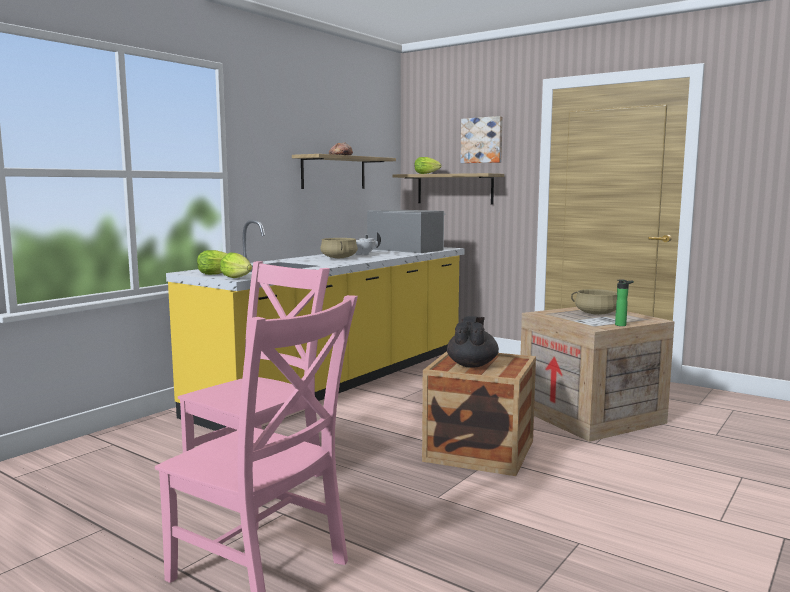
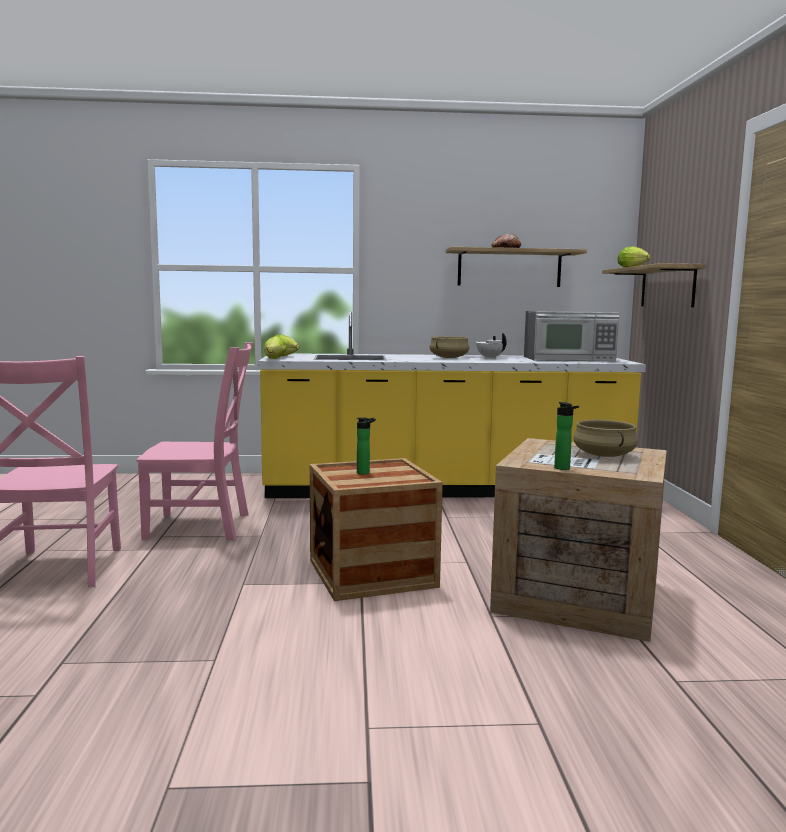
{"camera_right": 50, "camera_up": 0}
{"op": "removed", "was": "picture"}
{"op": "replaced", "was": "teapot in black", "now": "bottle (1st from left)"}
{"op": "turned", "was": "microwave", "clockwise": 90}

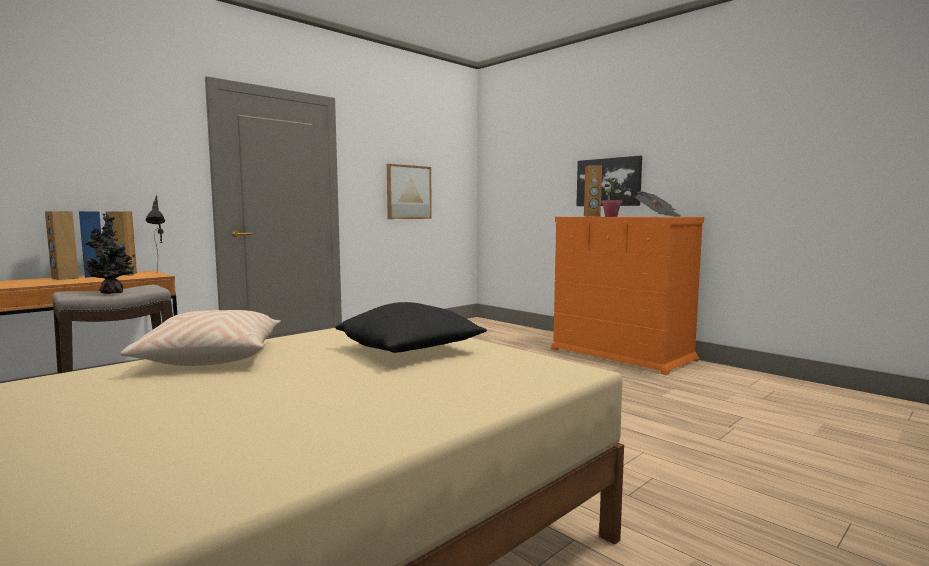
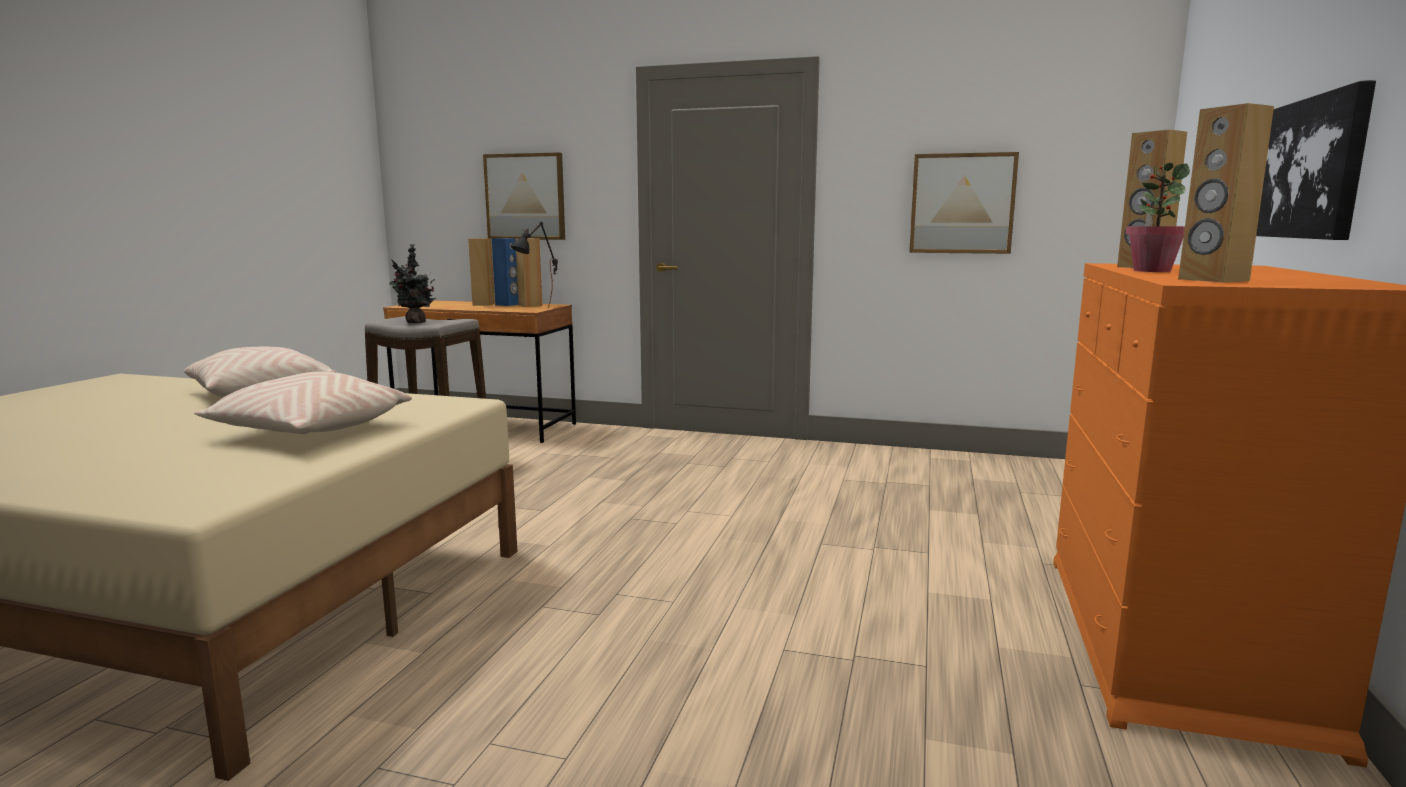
{"camera_right": 60, "camera_up": 5}
{"op": "added", "now": "picture (1st from left)"}
{"op": "replaced", "was": "newspaper", "now": "speaker in brown (4th from left)"}
{"op": "recoloured", "was": "pillow in black", "now": "pillow in beige (2nd from left)"}

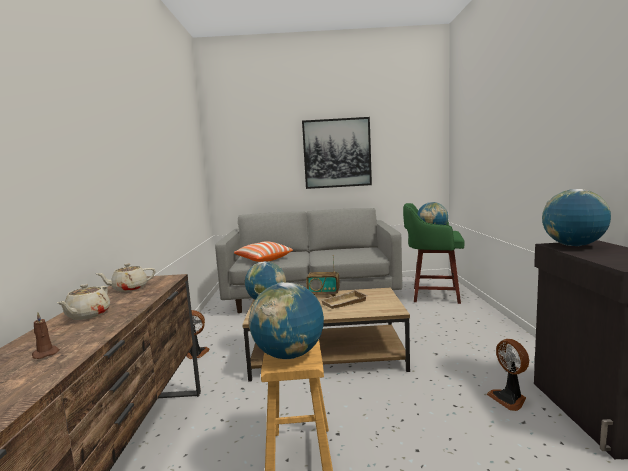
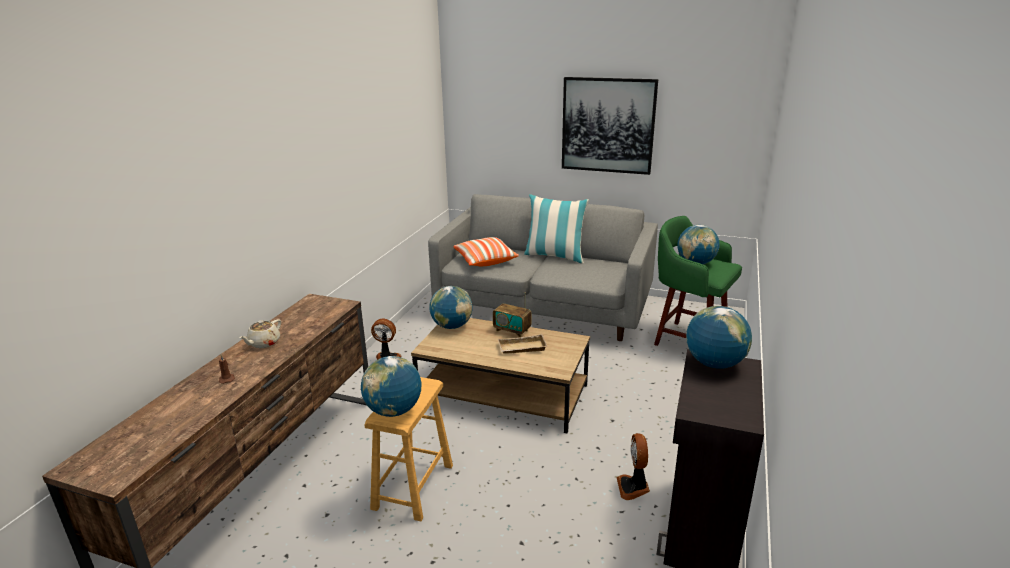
{"camera_right": 20, "camera_up": 15}
{"op": "removed", "was": "teapot in beige (2nd from left)"}
{"op": "added", "now": "pillow (2nd from left)"}

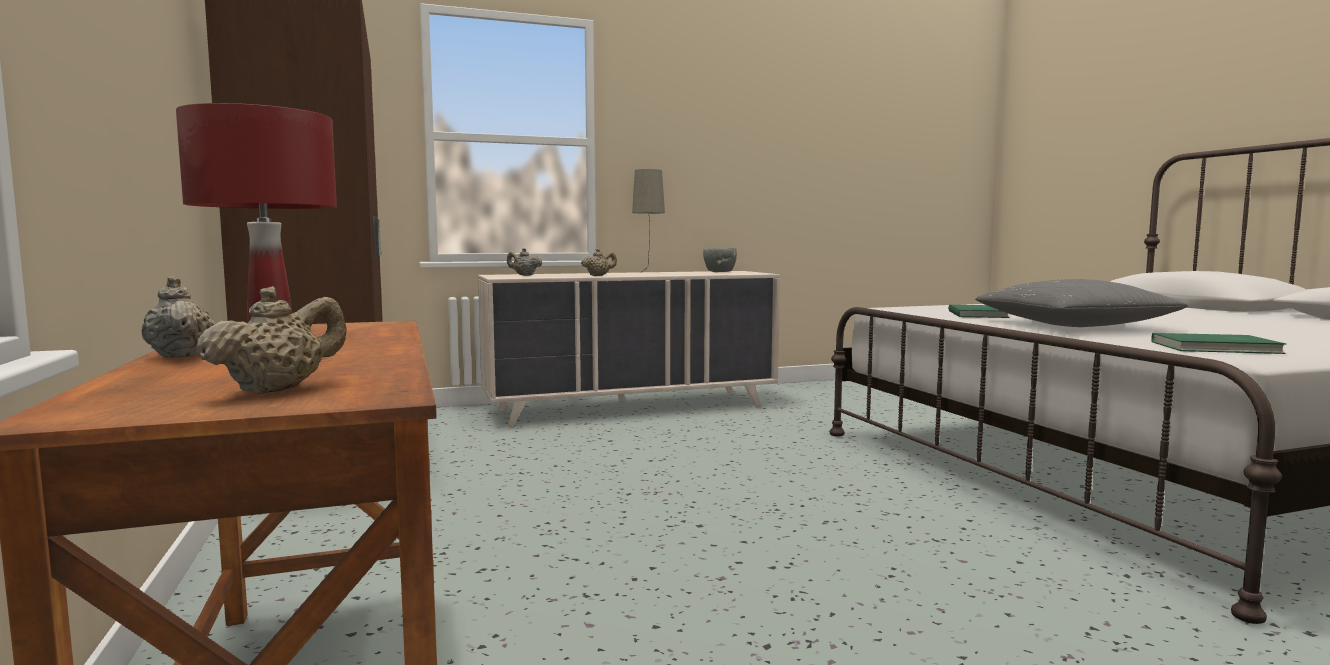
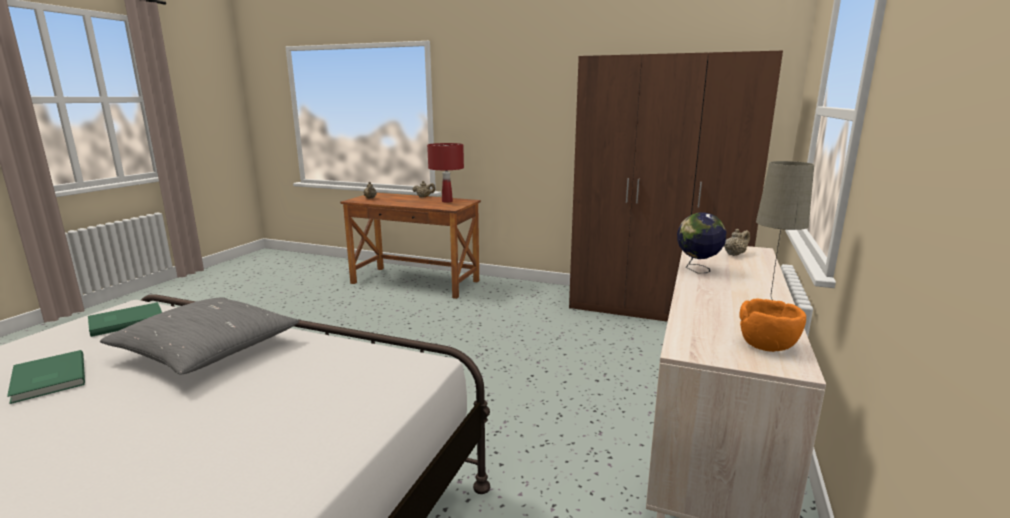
{"camera_right": 130, "camera_up": 10}
{"op": "moved", "was": "book in green (1st from left)"}
{"op": "replaced", "was": "teapot in beige (4th from left)", "now": "globe"}
{"op": "recoloured", "was": "bowl in grey", "now": "bowl in orange"}

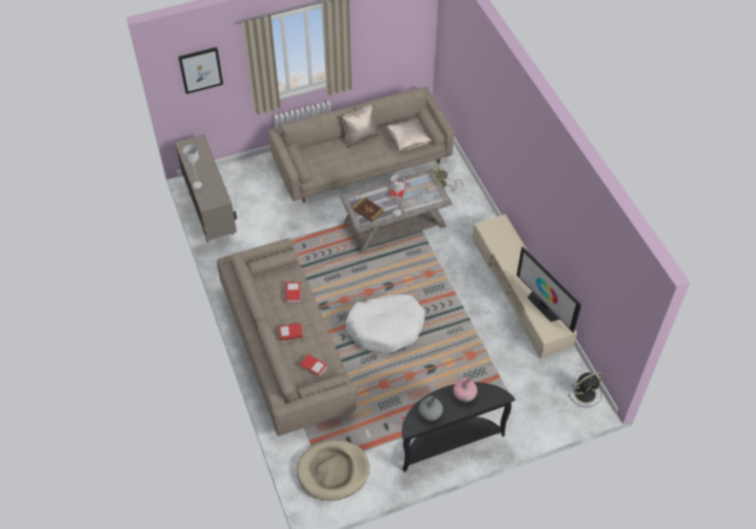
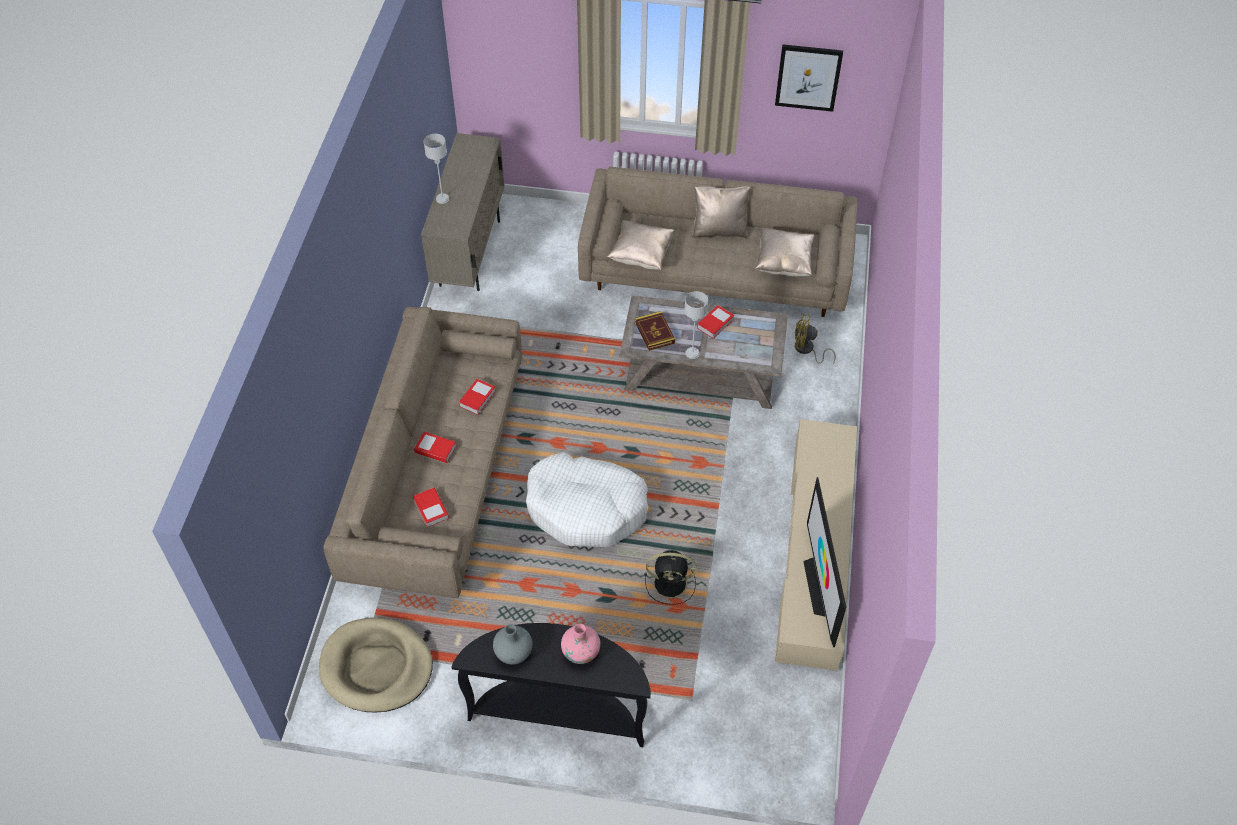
{"camera_right": 30, "camera_up": 0}
{"op": "added", "now": "pillow in beige (1st from left)"}
{"op": "moved", "was": "picture"}
{"op": "moved", "was": "fan in black"}

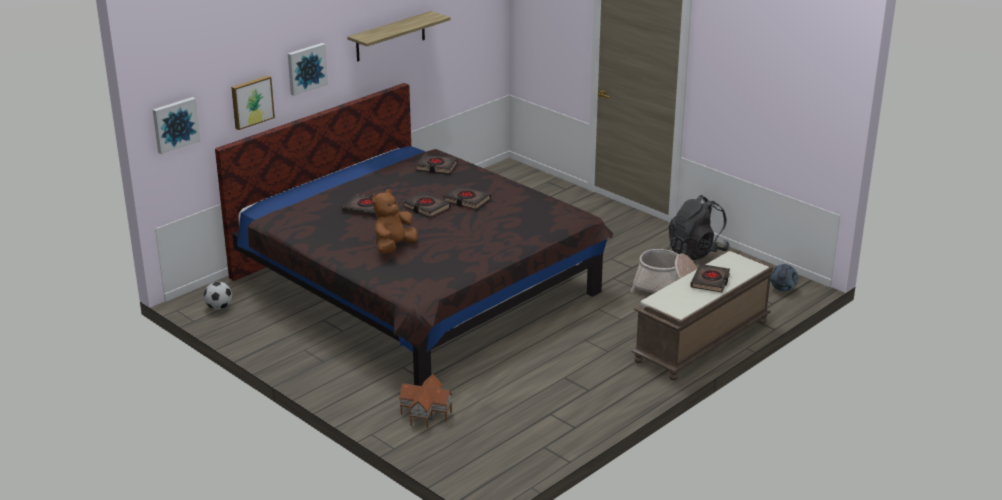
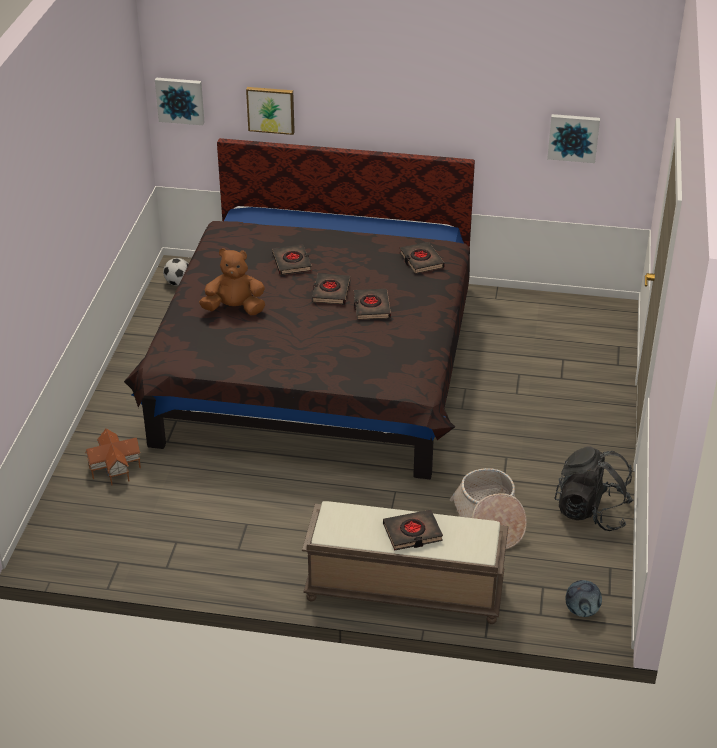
{"camera_right": 55, "camera_up": 10}
{"op": "removed", "was": "shelf"}
{"op": "moved", "was": "picture (3rd from left)"}

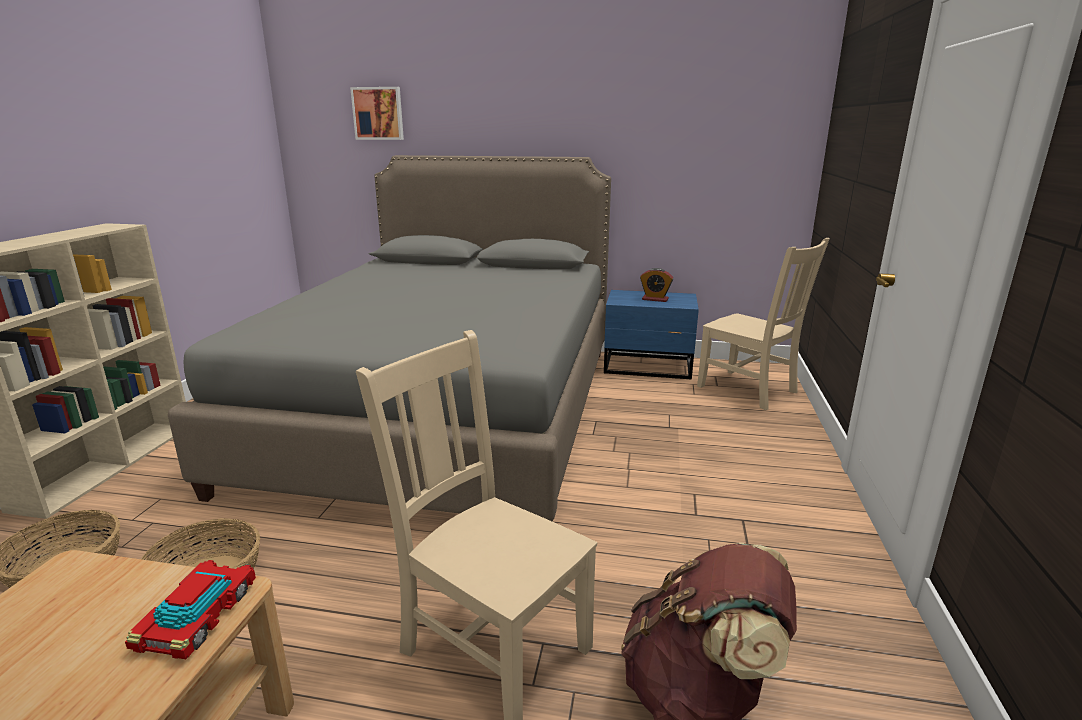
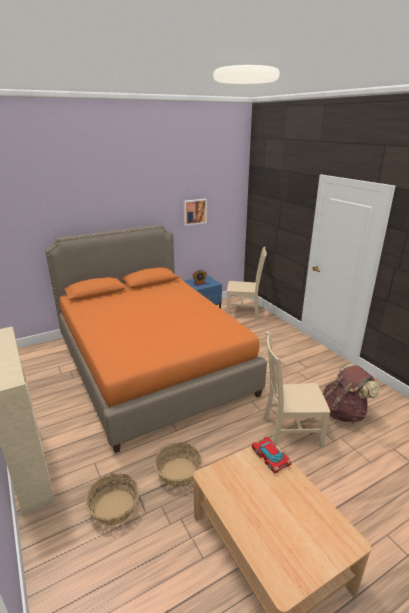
{"camera_right": -40, "camera_up": 5}
{"op": "moved", "was": "picture"}
{"op": "recoloured", "was": "bed in grey", "now": "bed in orange"}

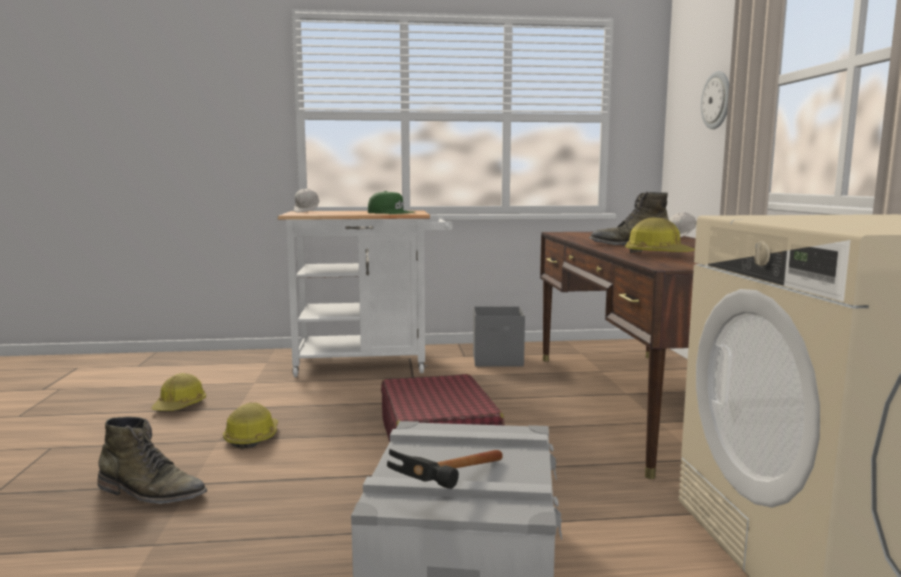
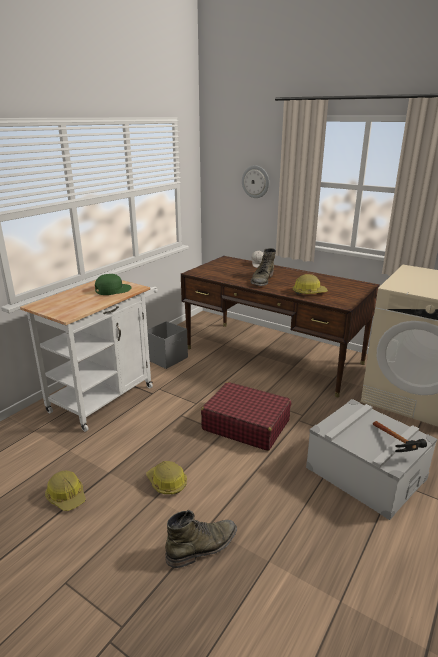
{"camera_right": -50, "camera_up": 15}
{"op": "removed", "was": "cap in white (1st from left)"}

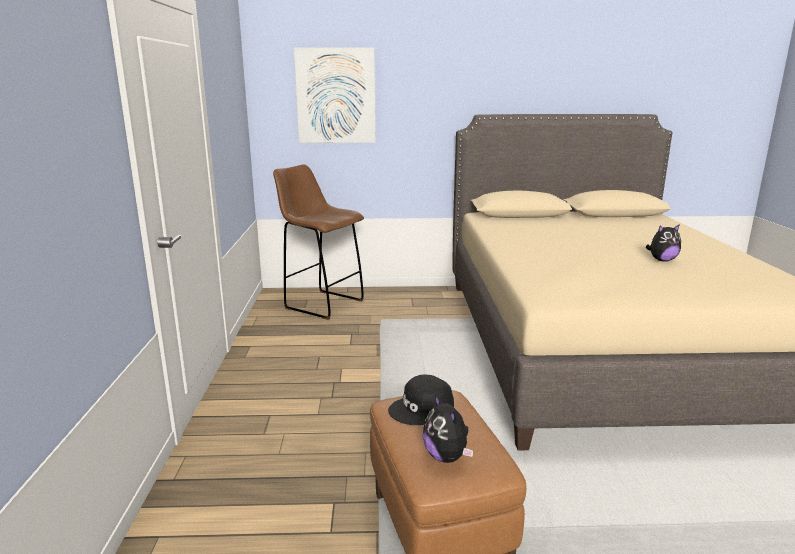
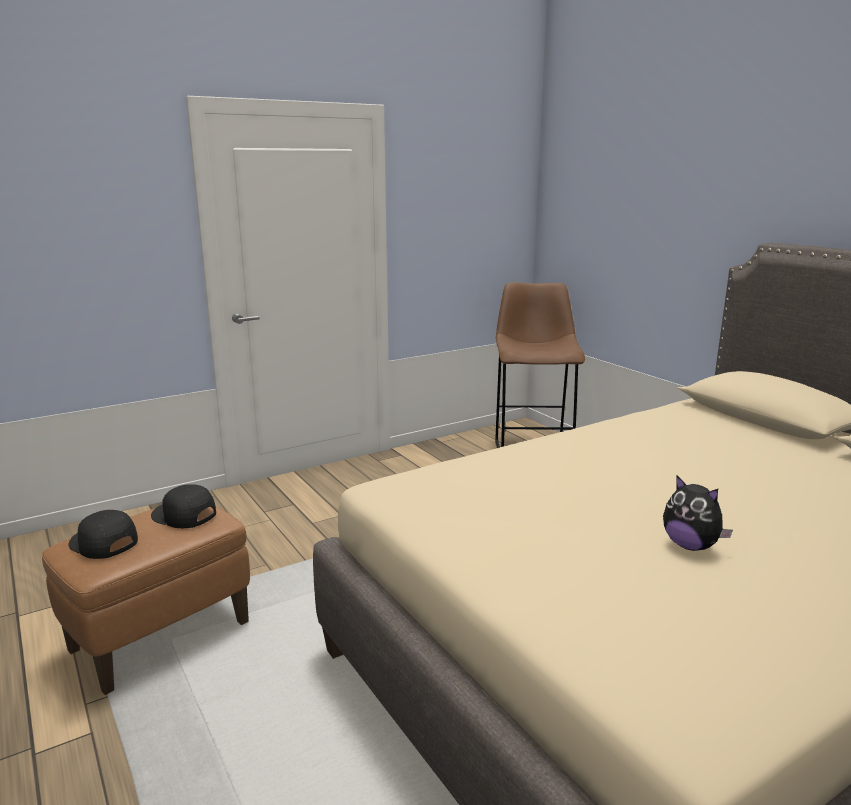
{"camera_right": 60, "camera_up": 0}
{"op": "removed", "was": "picture"}
{"op": "replaced", "was": "plush toy (1st from left)", "now": "cap in black (1st from left)"}

